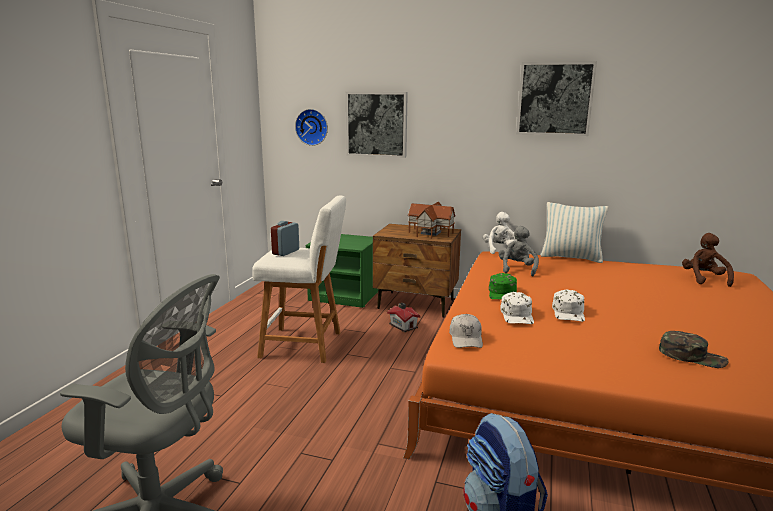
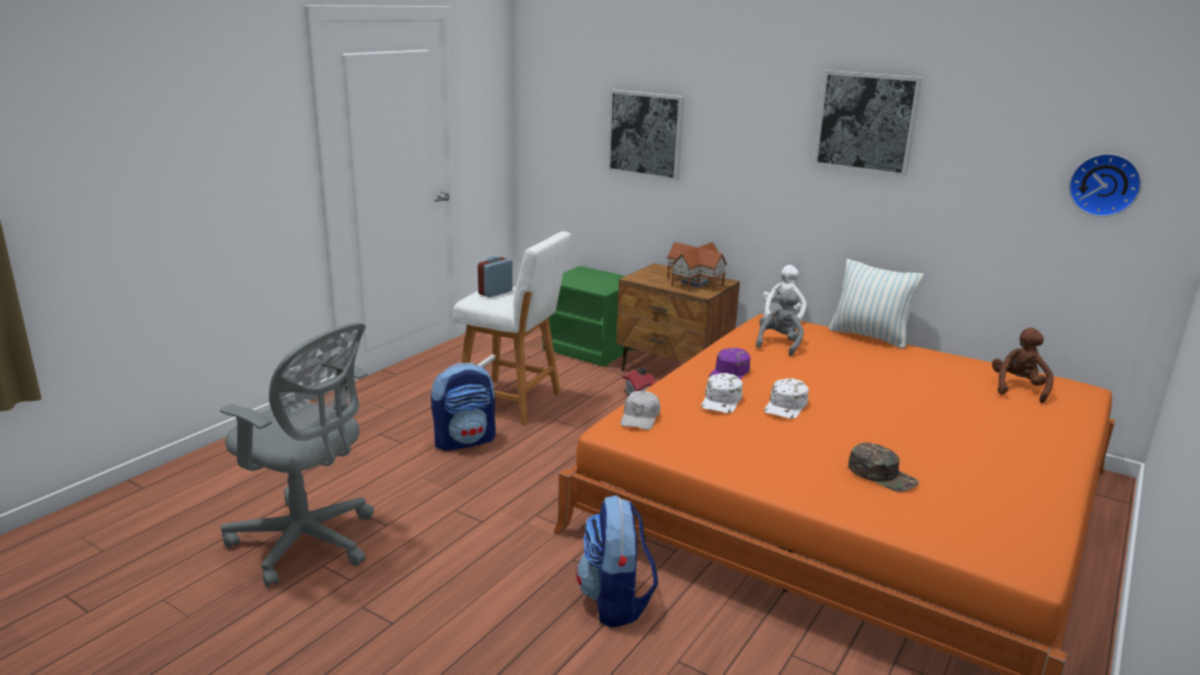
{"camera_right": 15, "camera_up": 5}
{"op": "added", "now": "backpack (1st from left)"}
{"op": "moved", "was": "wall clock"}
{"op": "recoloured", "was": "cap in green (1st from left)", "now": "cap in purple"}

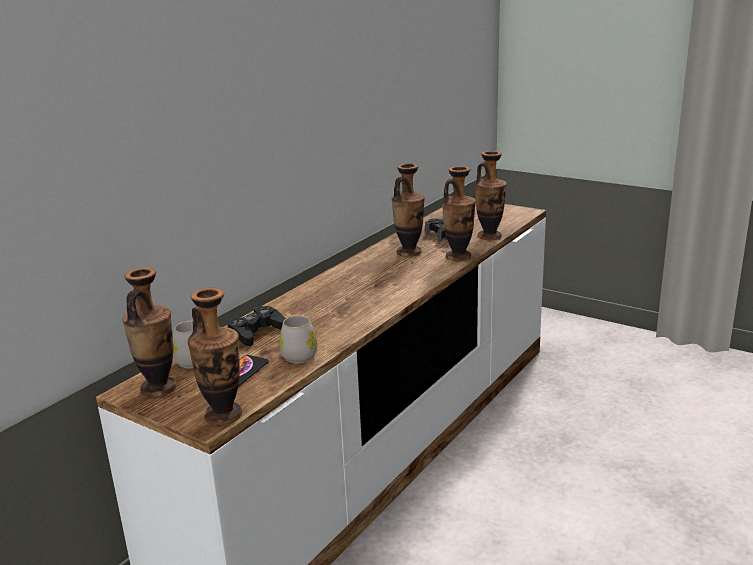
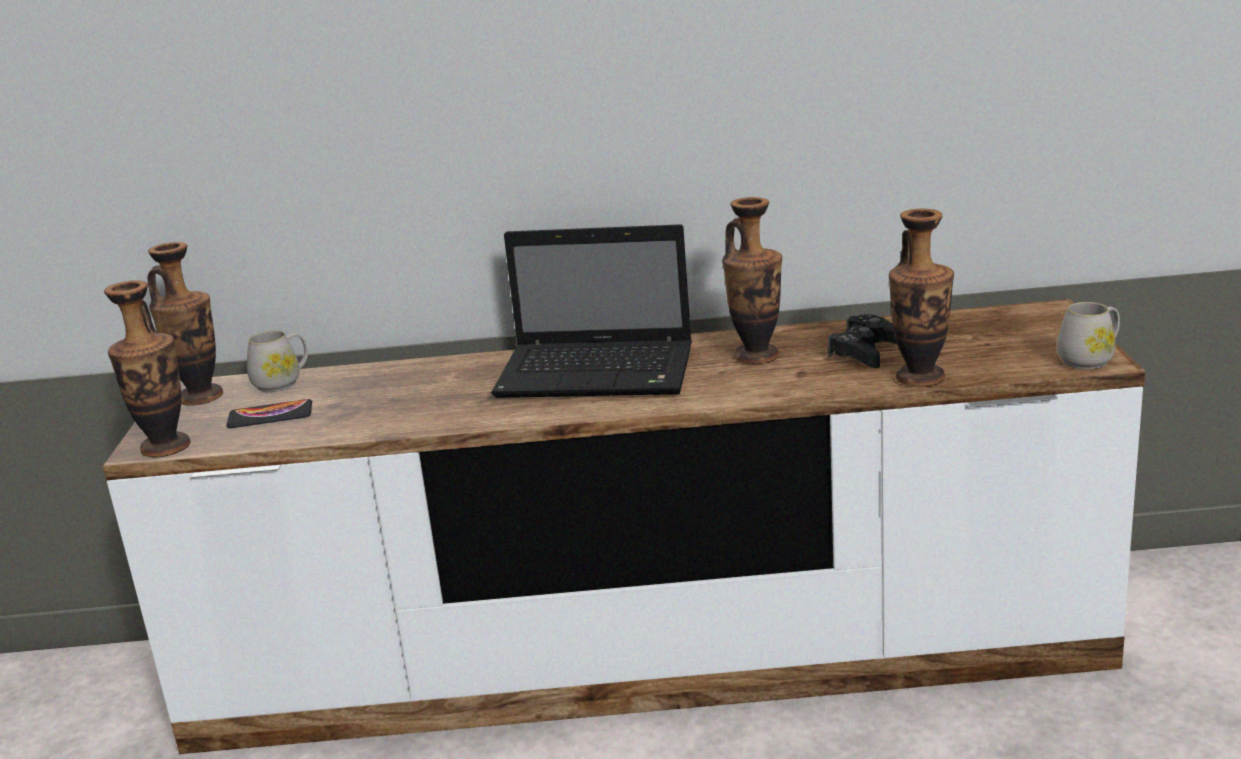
{"camera_right": 55, "camera_up": 0}
{"op": "removed", "was": "game controller in black (1st from left)"}
{"op": "removed", "was": "vase (4th from left)"}
{"op": "added", "now": "laptop"}
{"op": "moved", "was": "mug in white (2nd from left)"}

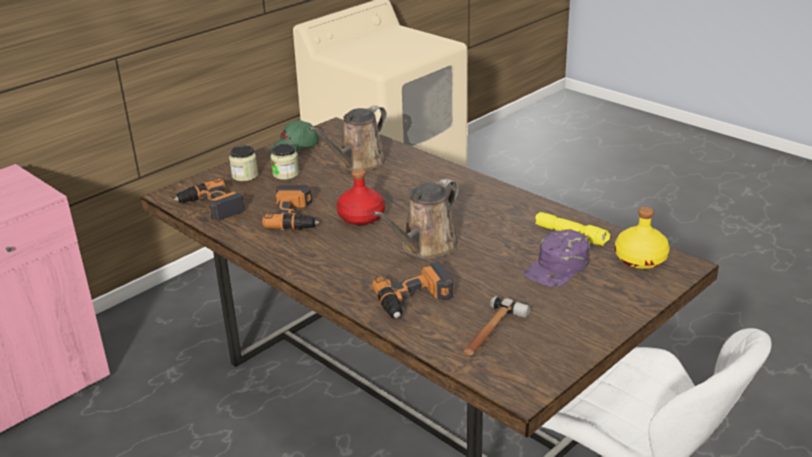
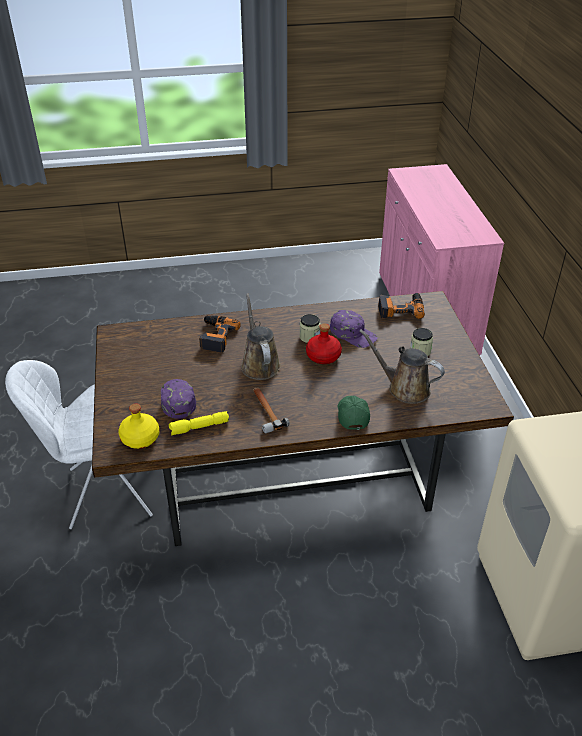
{"camera_right": 125, "camera_up": 10}
{"op": "moved", "was": "jar (1st from left)"}
{"op": "moved", "was": "cap in green"}
{"op": "moved", "was": "hammer"}
{"op": "replaced", "was": "power drill (2nd from left)", "now": "cap in purple (2nd from left)"}
{"op": "turned", "was": "watering can in brown (1st from left in the first image)", "clockwise": -45}

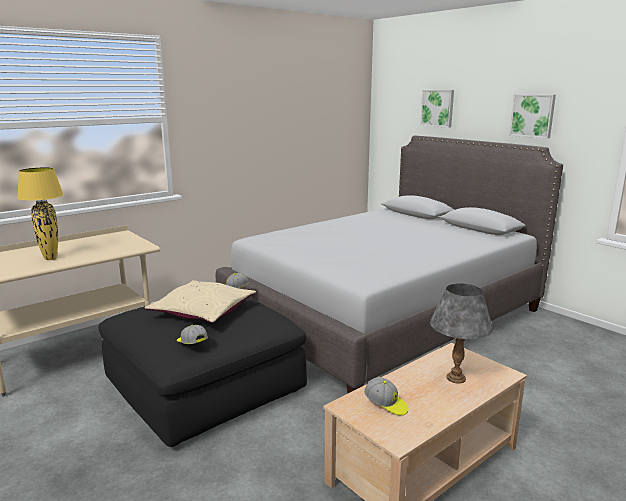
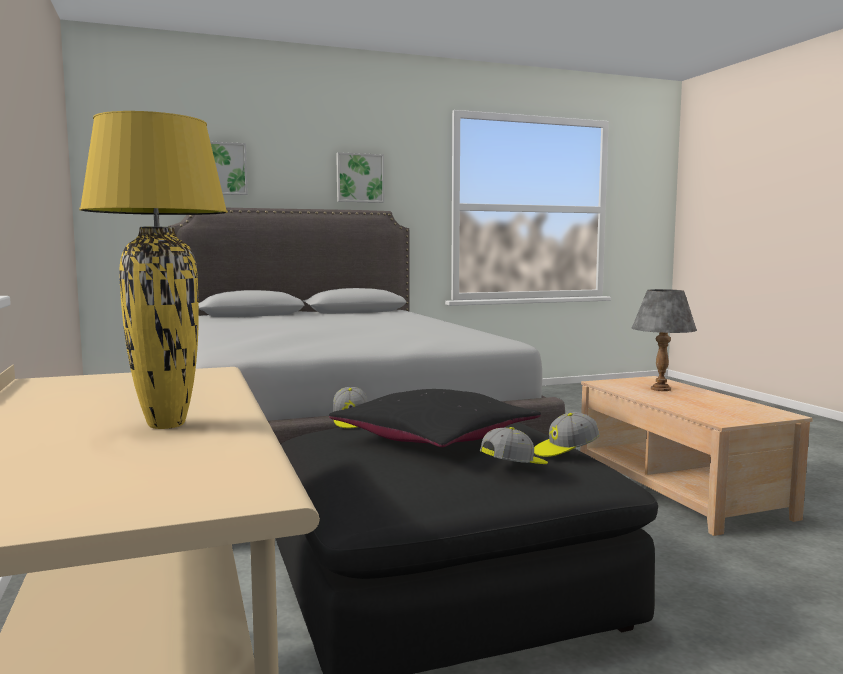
{"camera_right": -70, "camera_up": -10}
{"op": "moved", "was": "cap (3rd from left in the first image)", "now": "cap (2nd from left)"}
{"op": "recoloured", "was": "pillow in beige", "now": "pillow in black"}

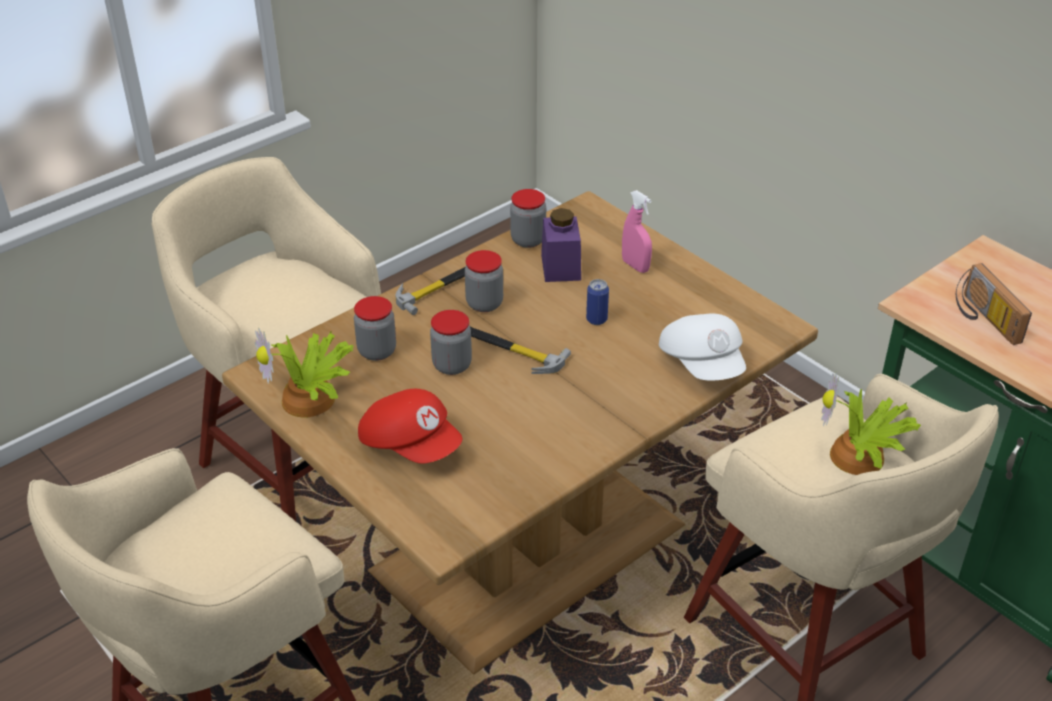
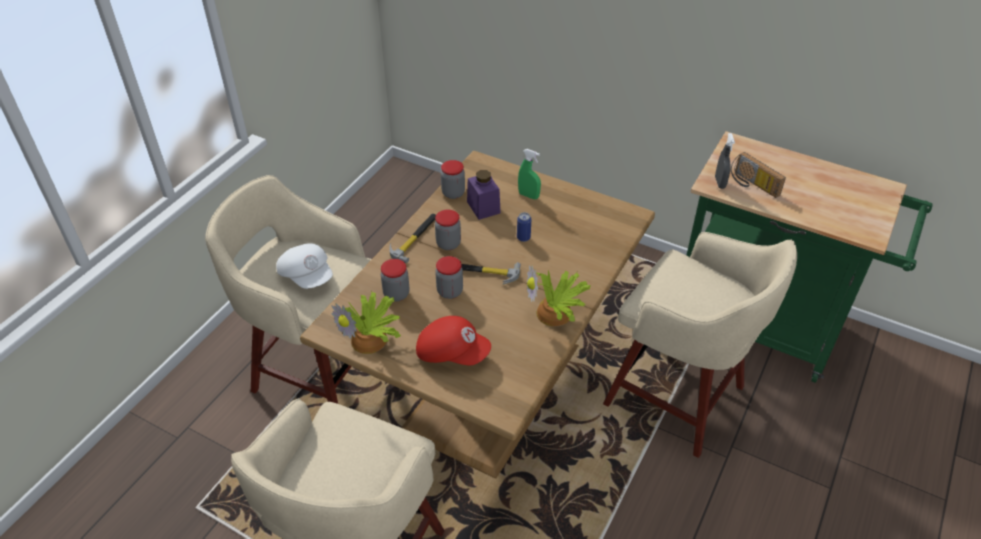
{"camera_right": -20, "camera_up": 5}
{"op": "added", "now": "spray bottle in grey"}
{"op": "moved", "was": "cap in white"}
{"op": "moved", "was": "potted plant (2nd from left)"}
{"op": "recoloured", "was": "spray bottle in pink", "now": "spray bottle in green"}

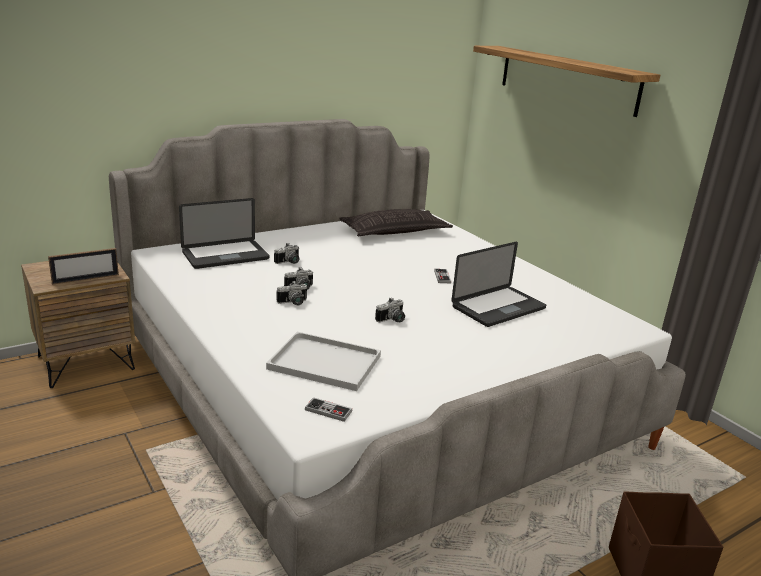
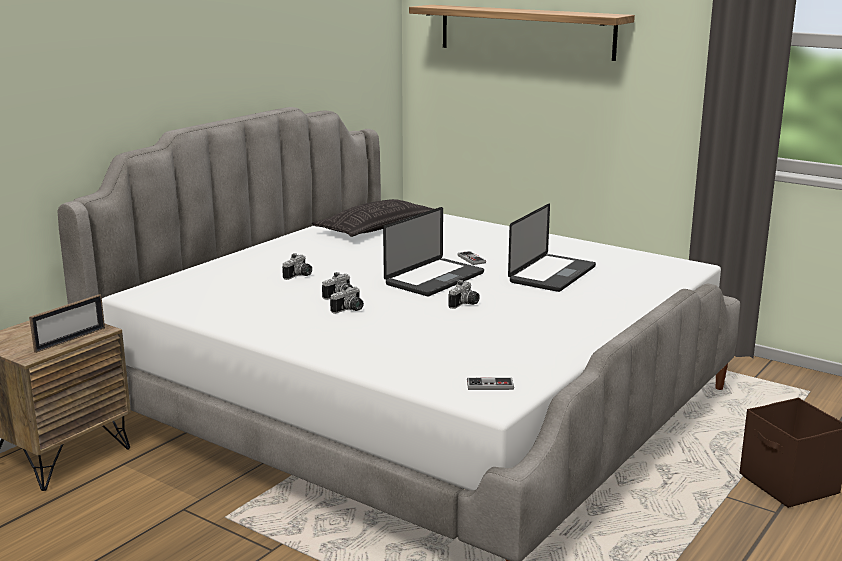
{"camera_right": -20, "camera_up": -5}
{"op": "removed", "was": "tray in white"}
{"op": "moved", "was": "laptop (1st from left)"}

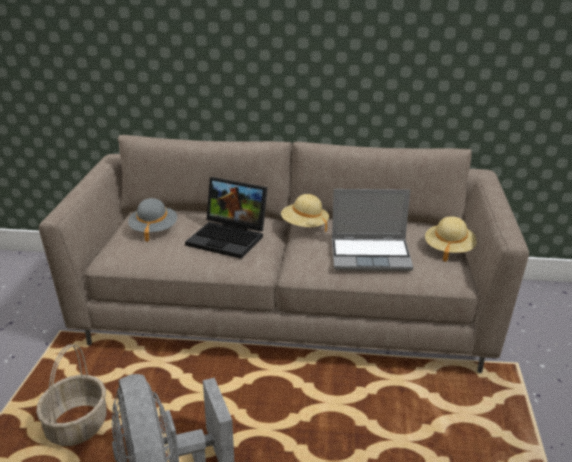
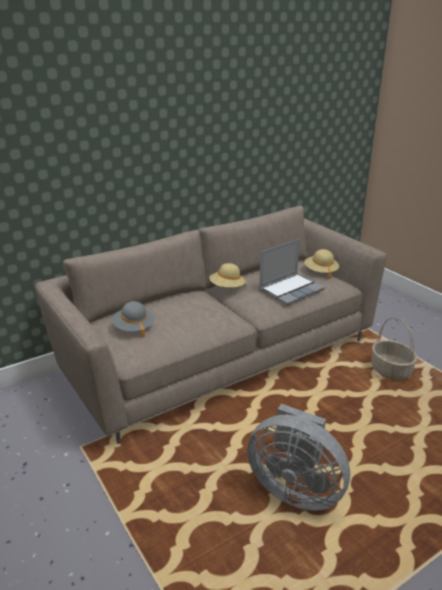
{"camera_right": -40, "camera_up": 0}
{"op": "removed", "was": "laptop (1st from left)"}
{"op": "moved", "was": "basket"}

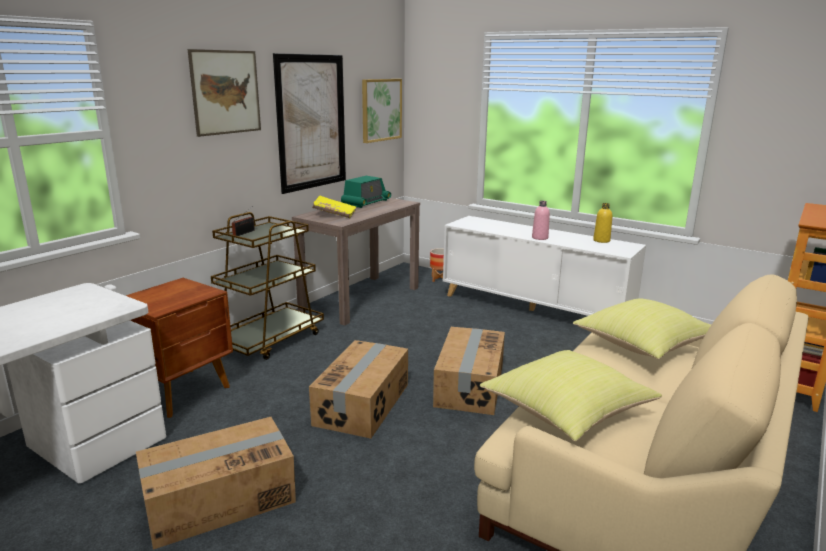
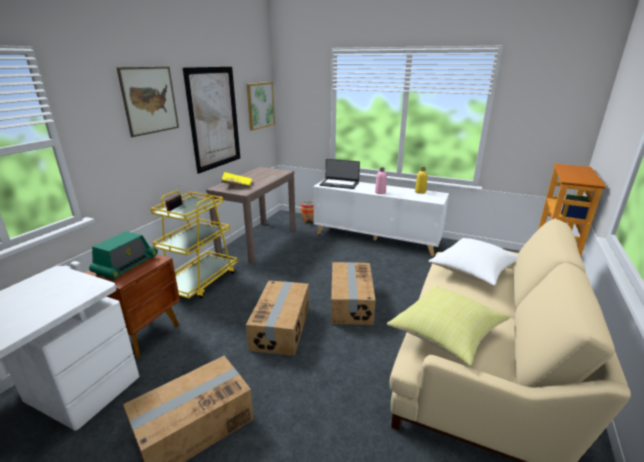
{"camera_right": -10, "camera_up": 5}
{"op": "added", "now": "laptop"}
{"op": "moved", "was": "radio (2nd from left in the first image)", "now": "radio (1st from left)"}
{"op": "recoloured", "was": "cart in brown", "now": "cart in yellow"}
{"op": "recoloured", "was": "pillow in yellow (2nd from left)", "now": "pillow in white"}

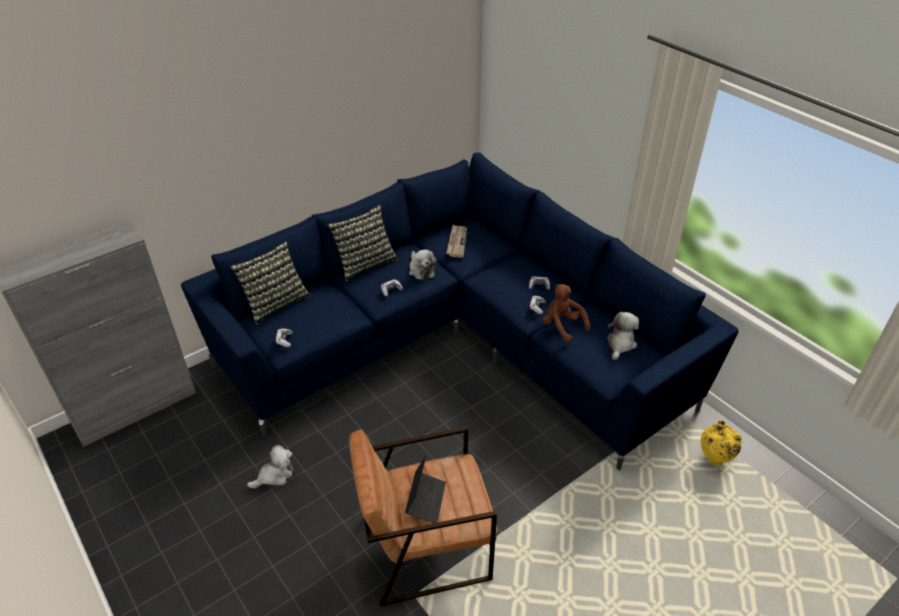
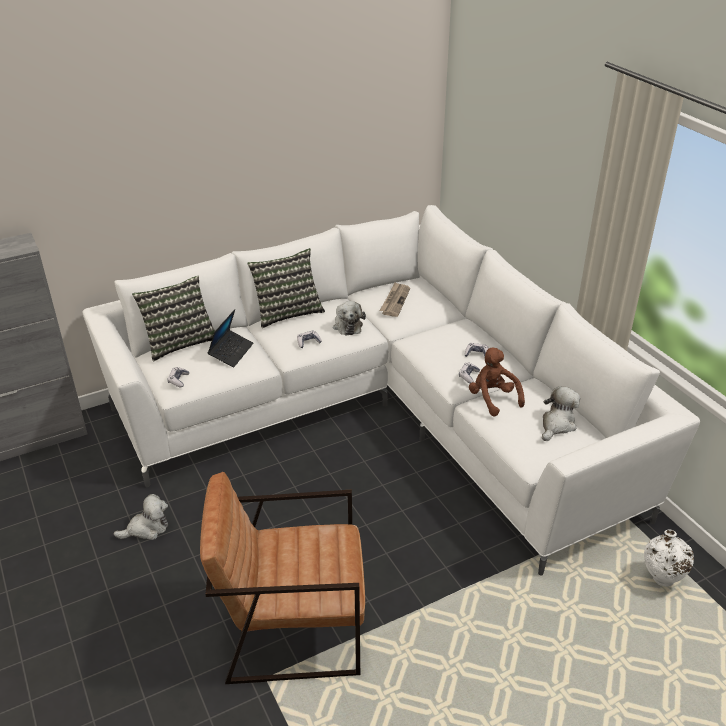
{"camera_right": 10, "camera_up": -5}
{"op": "moved", "was": "laptop"}
{"op": "recoloured", "was": "sofa in blue", "now": "sofa in white"}
{"op": "recoloured", "was": "vase in yellow", "now": "vase in white"}

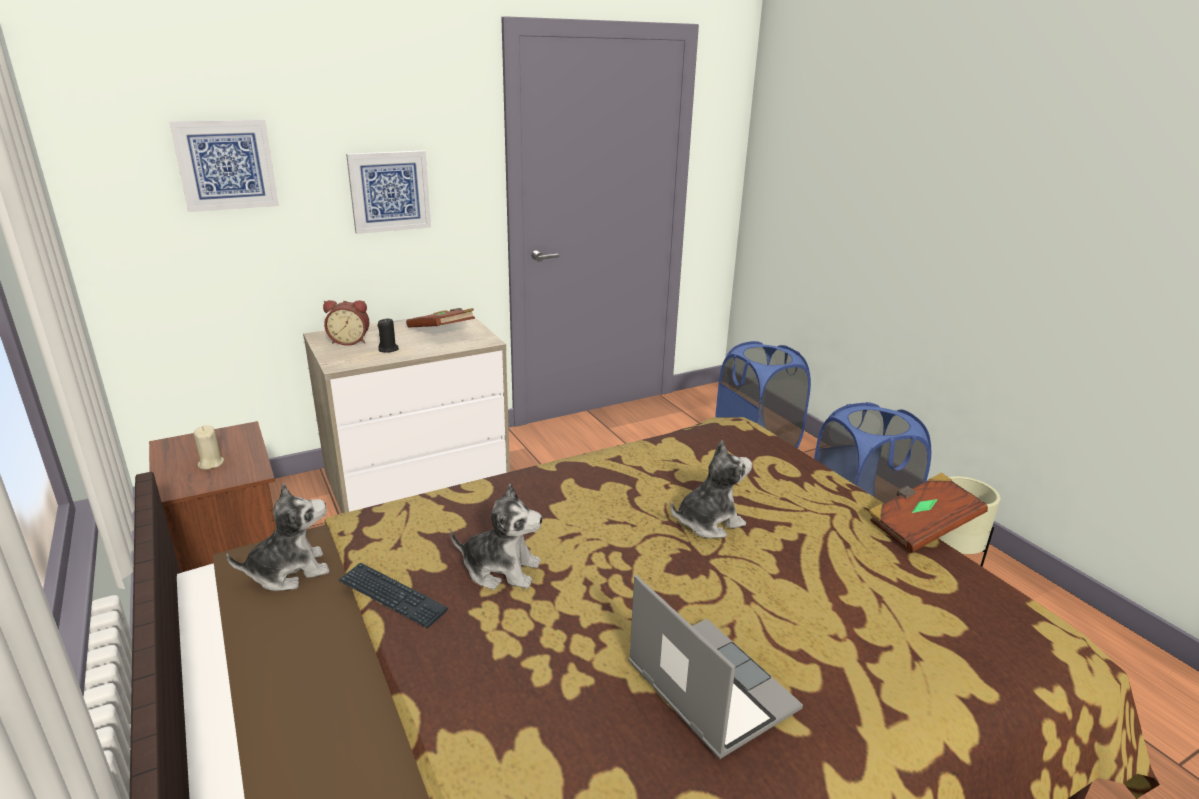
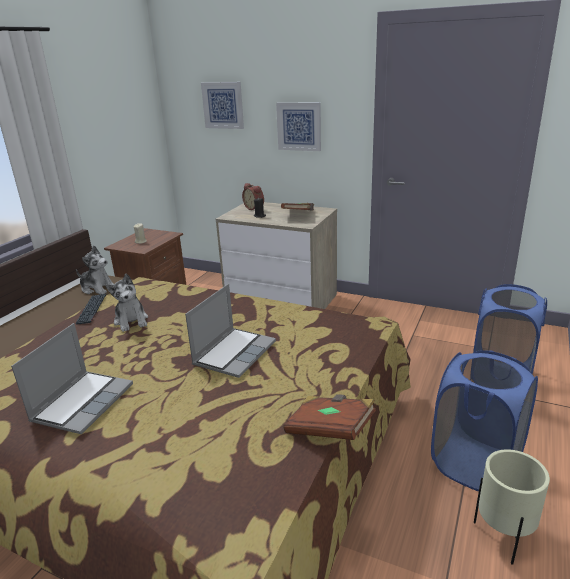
{"camera_right": 55, "camera_up": 0}
{"op": "replaced", "was": "plush toy (3rd from left)", "now": "laptop (2nd from left)"}

